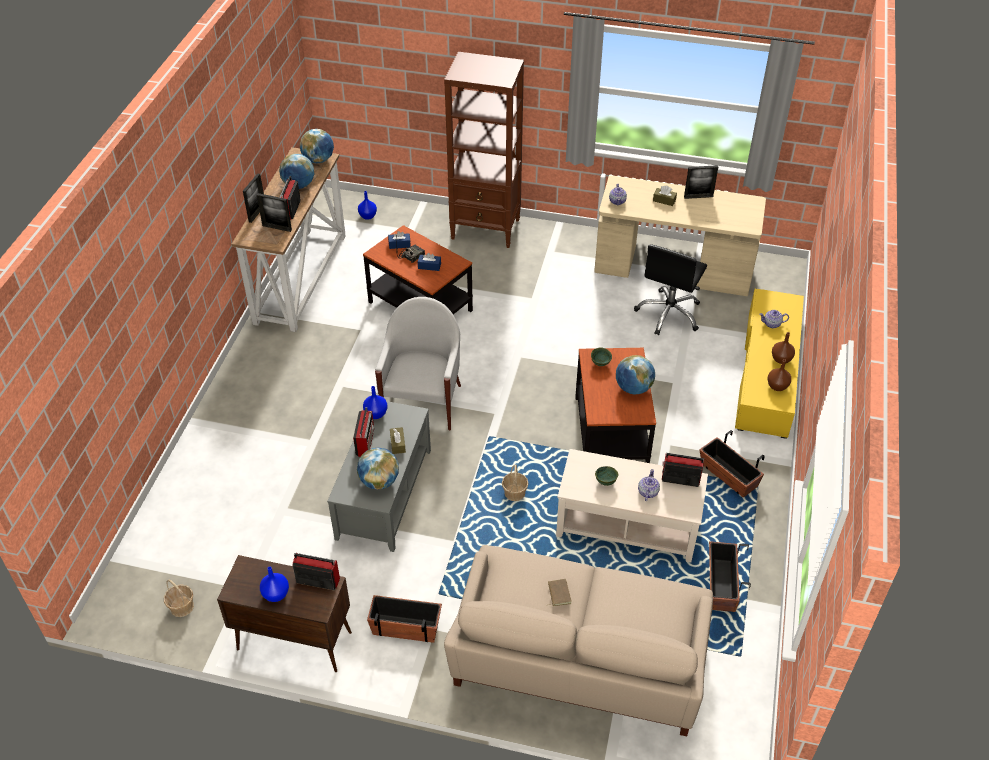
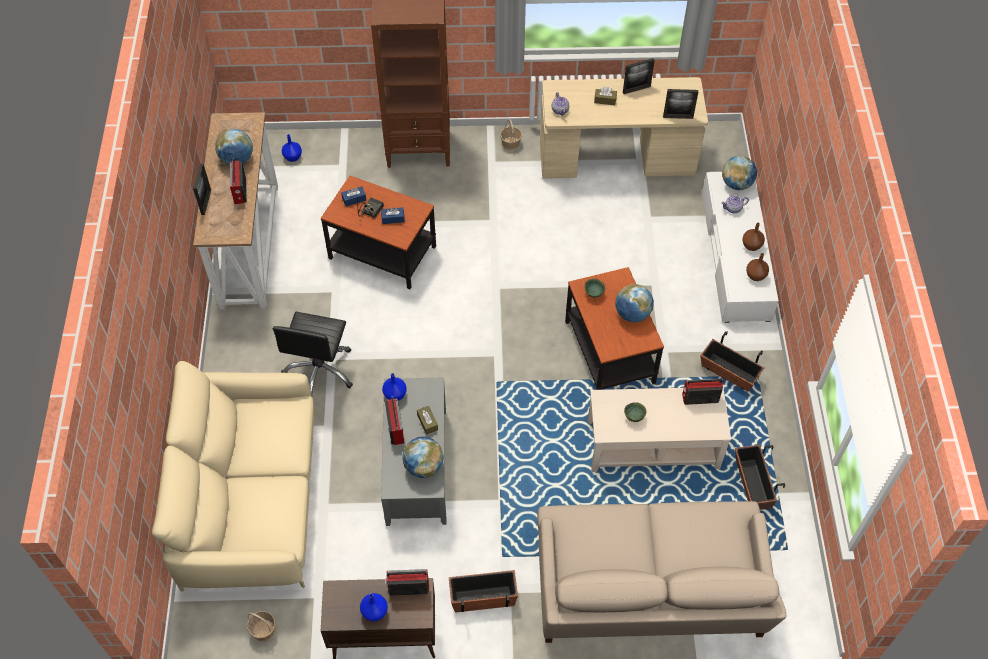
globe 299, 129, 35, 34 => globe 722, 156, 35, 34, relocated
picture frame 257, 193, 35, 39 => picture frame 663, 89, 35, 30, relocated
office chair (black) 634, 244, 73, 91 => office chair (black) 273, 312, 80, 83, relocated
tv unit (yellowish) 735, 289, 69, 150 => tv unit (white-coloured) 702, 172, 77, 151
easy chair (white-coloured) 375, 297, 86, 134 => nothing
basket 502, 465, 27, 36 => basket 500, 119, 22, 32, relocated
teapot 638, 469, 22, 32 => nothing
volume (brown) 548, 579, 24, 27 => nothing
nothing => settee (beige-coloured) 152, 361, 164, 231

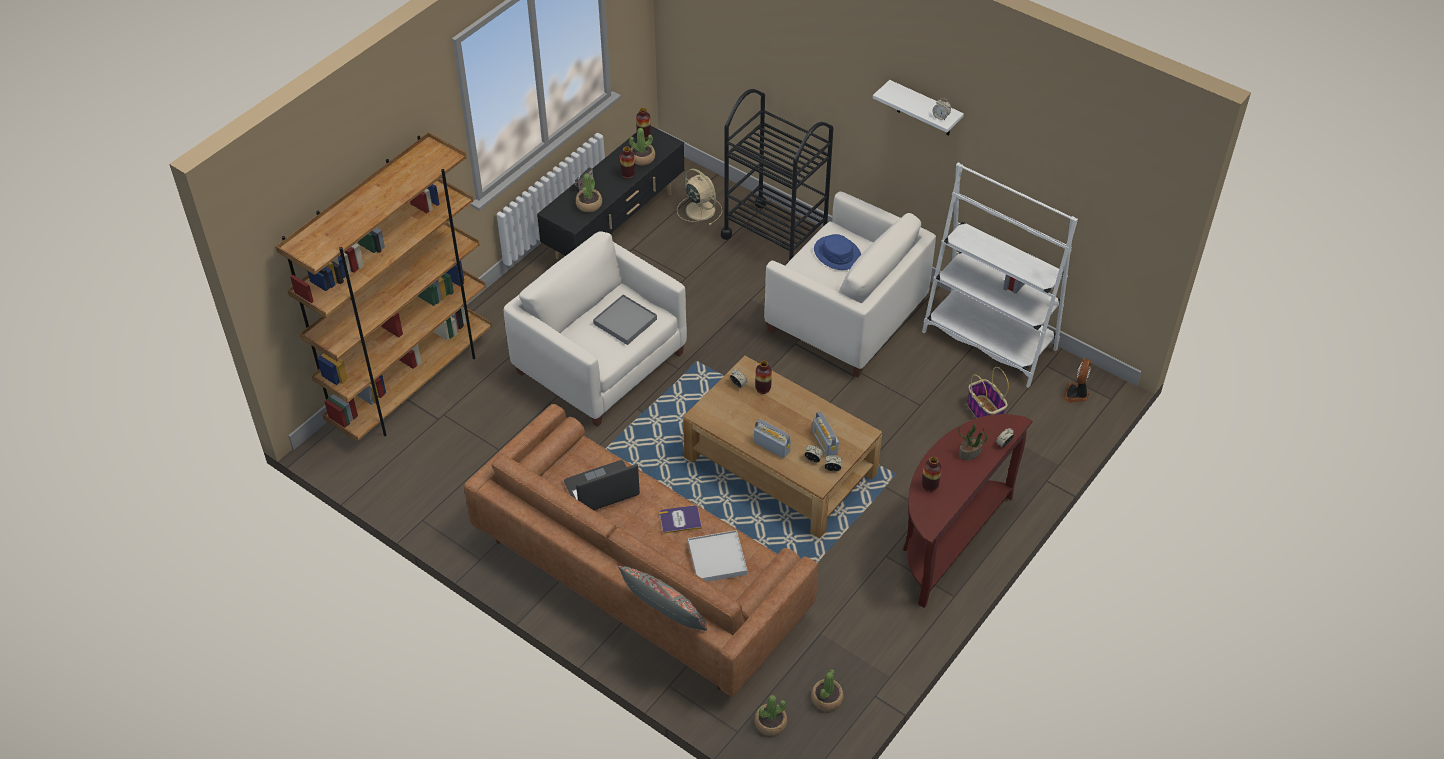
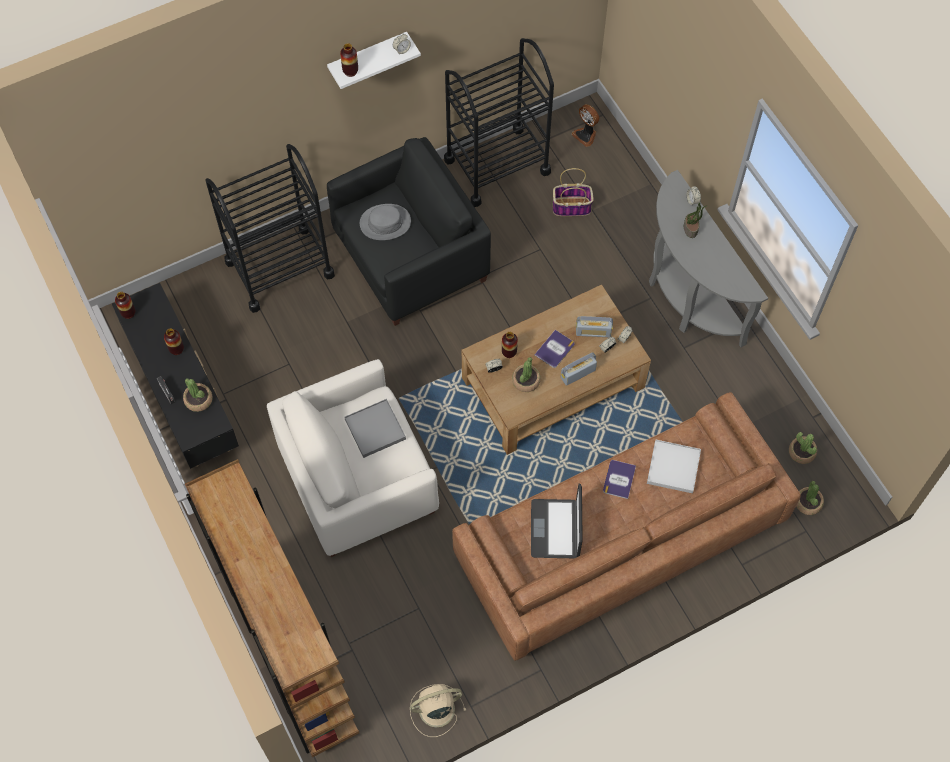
houseplant 629, 128, 26, 37 => houseplant 512, 357, 29, 35, relocated
bookcase (white-coloured) 922, 162, 156, 226 => wheeled cart (black) 444, 38, 110, 169
cooling fan (beige-coloured) 677, 169, 45, 56 => cooling fan (beige-coloured) 410, 684, 56, 53, relocated
easy chair (white-coloured) 764, 191, 172, 187 => easy chair (black) 327, 137, 164, 189
clothing hat (blue-coloured) 814, 234, 47, 36 => clothing hat (greyish) 360, 204, 51, 36
console table (brown) 903, 414, 130, 194 => console table (greyish) 649, 170, 119, 177
decorative vase 922, 457, 20, 35 => decorative vase 340, 43, 18, 34, relocated
cushion (greyish) 618, 566, 89, 65 => nothing
nothing => volume 535, 330, 40, 38

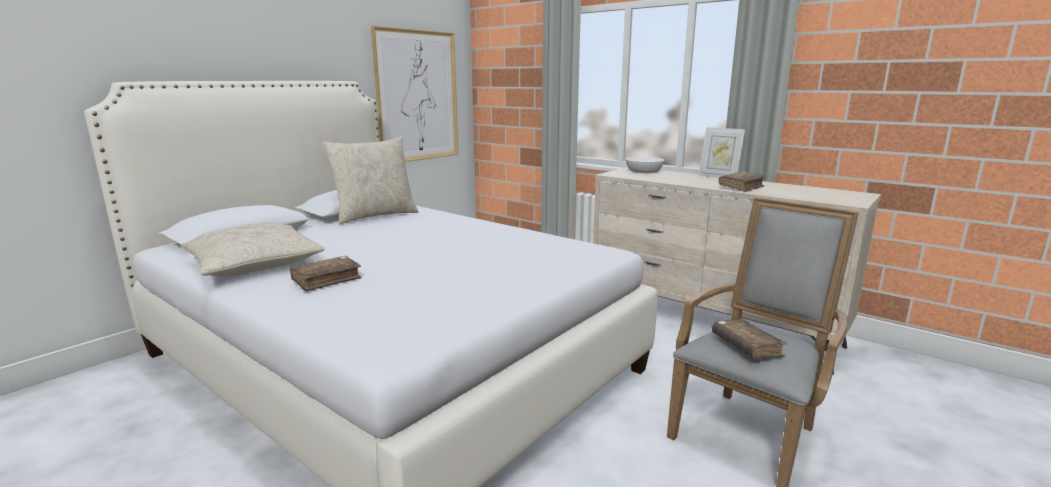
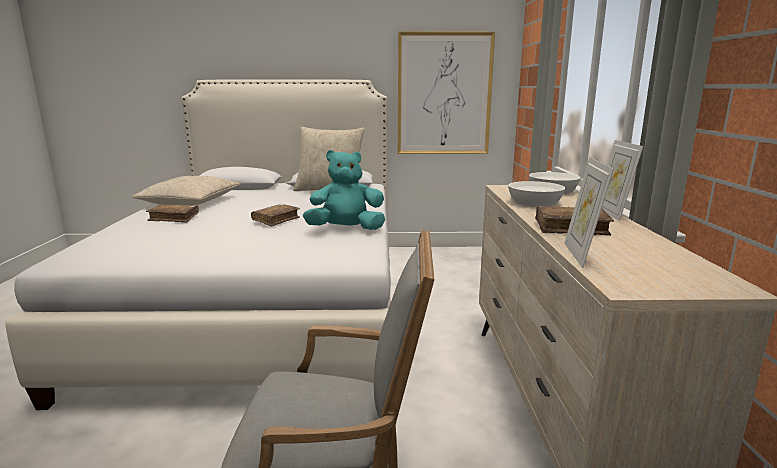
volume (brown) 712, 319, 75, 40 => volume (brown) 251, 204, 49, 22, relocated
nothing => plush toy (blue-green) 303, 150, 82, 80
nothing => picture frame 564, 157, 50, 111
nothing => deep dish (white-coloured) 508, 181, 57, 26

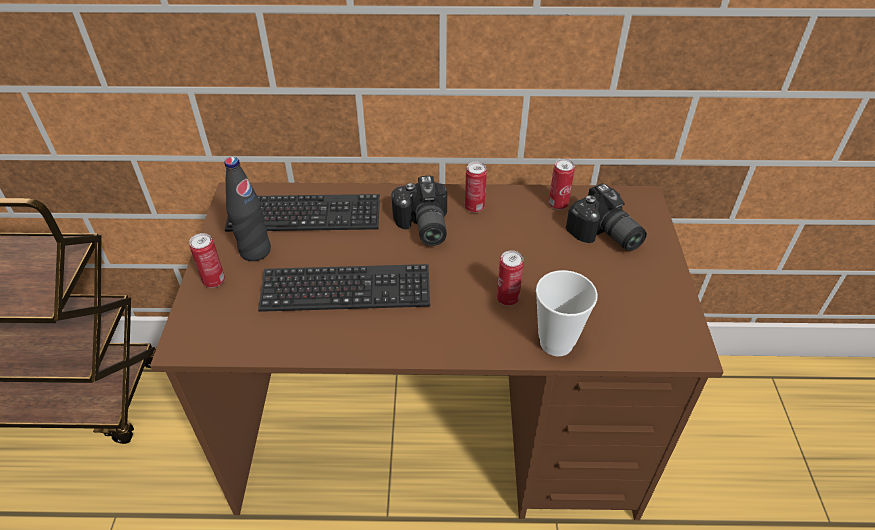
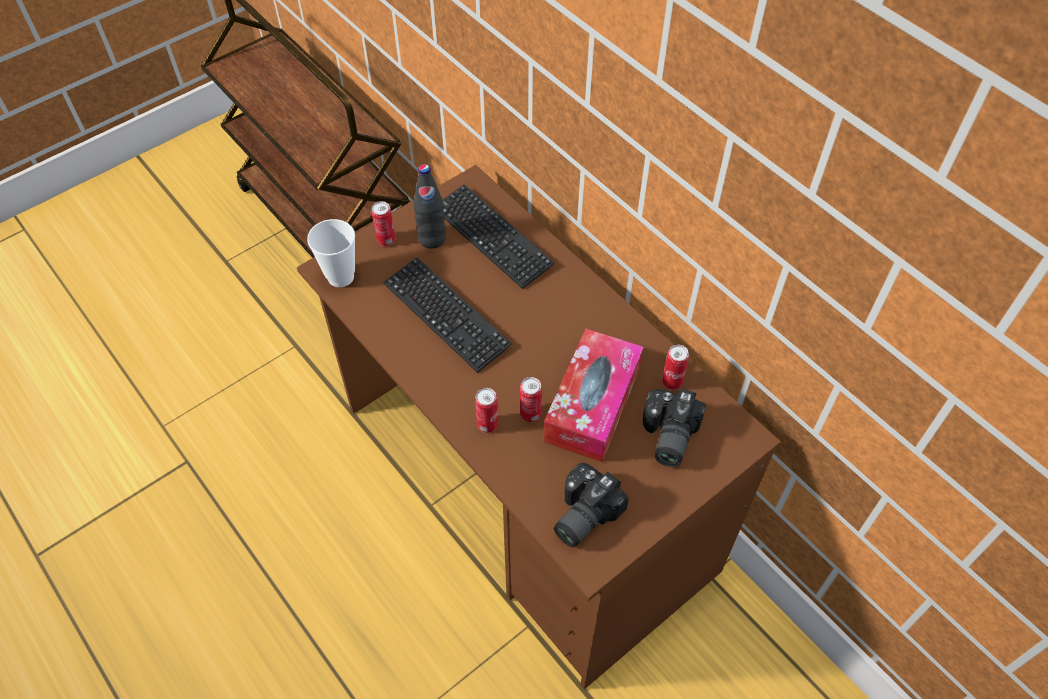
can 465, 162, 22, 51 => can 475, 388, 23, 45, relocated
still camera 391, 176, 56, 70 => still camera 554, 463, 75, 84, relocated
cup 536, 270, 62, 86 => cup 307, 219, 48, 68, relocated
nothing => box of tissues 543, 329, 100, 133

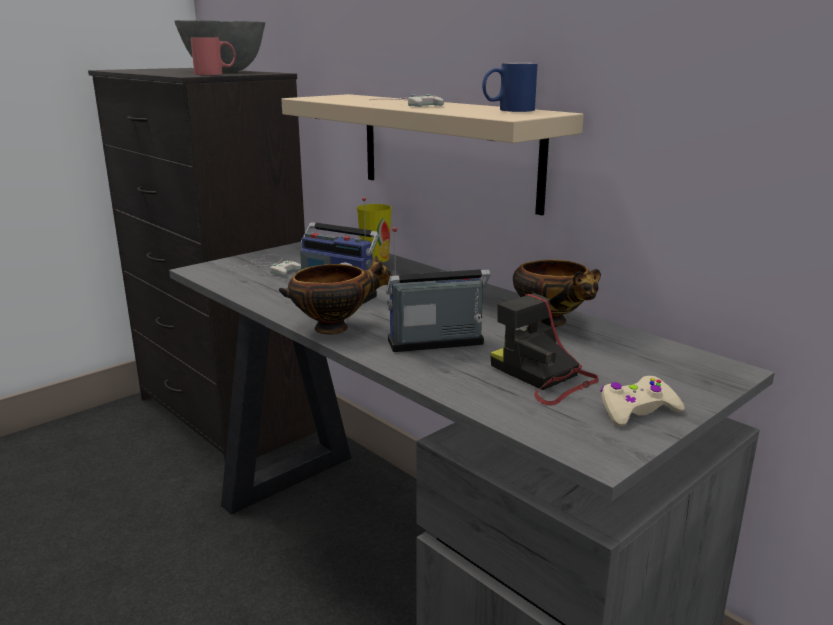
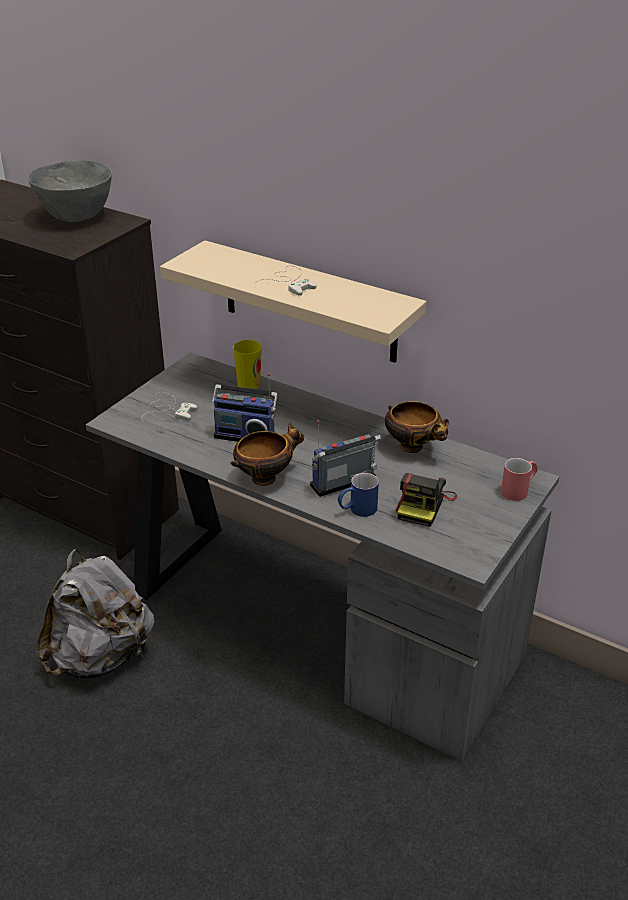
coffee mug (reddish) 191, 37, 45, 38 => coffee mug (reddish) 501, 458, 37, 43, relocated
coffee mug (blue-coloured) 482, 63, 55, 49 => coffee mug (blue-coloured) 338, 473, 41, 44, relocated
still camera 490, 293, 108, 113 => still camera 396, 473, 61, 54, 105 degrees counterclockwise
game controller (beige-coloured) 601, 376, 84, 51 => nothing
nothing => backpack (greyish) 36, 549, 119, 129

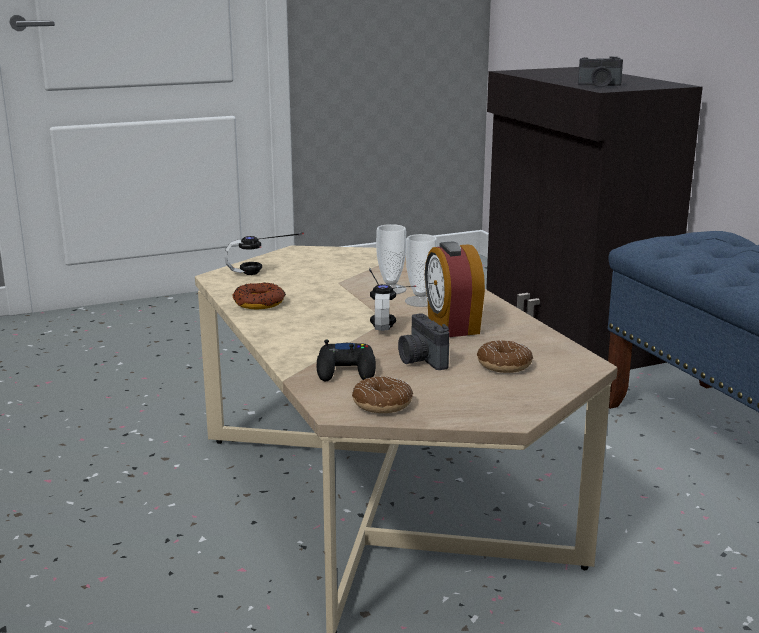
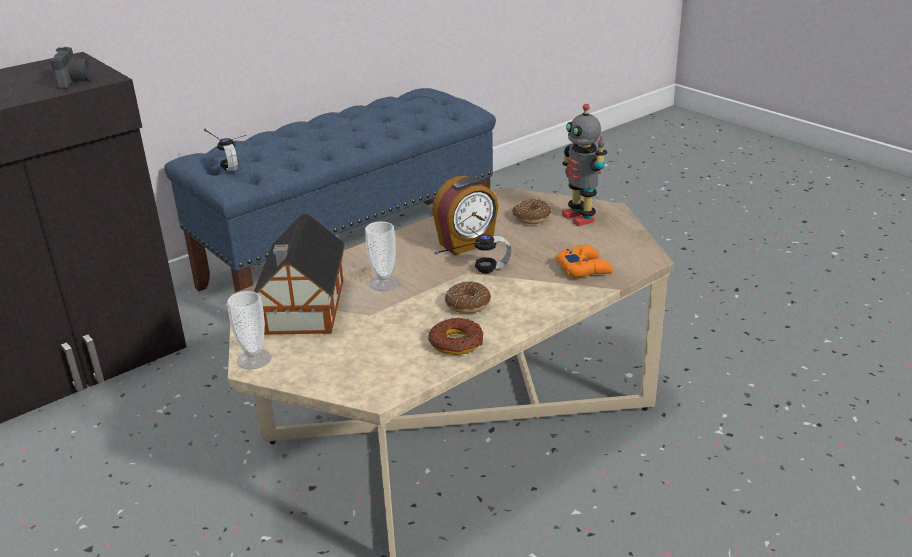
headphones 224, 232, 80, 43 => headphones 204, 129, 43, 42, relocated
cup 405, 234, 32, 73 => cup 227, 291, 44, 79, relocated
still camera 398, 313, 51, 57 => nothing
game controller (black) 317, 339, 59, 42 => game controller (orange) 556, 245, 57, 32
doughnut 352, 376, 61, 37 => doughnut 445, 281, 46, 33, relocated
nothing => robot figure 562, 104, 45, 122
nothing => model house 254, 214, 91, 121

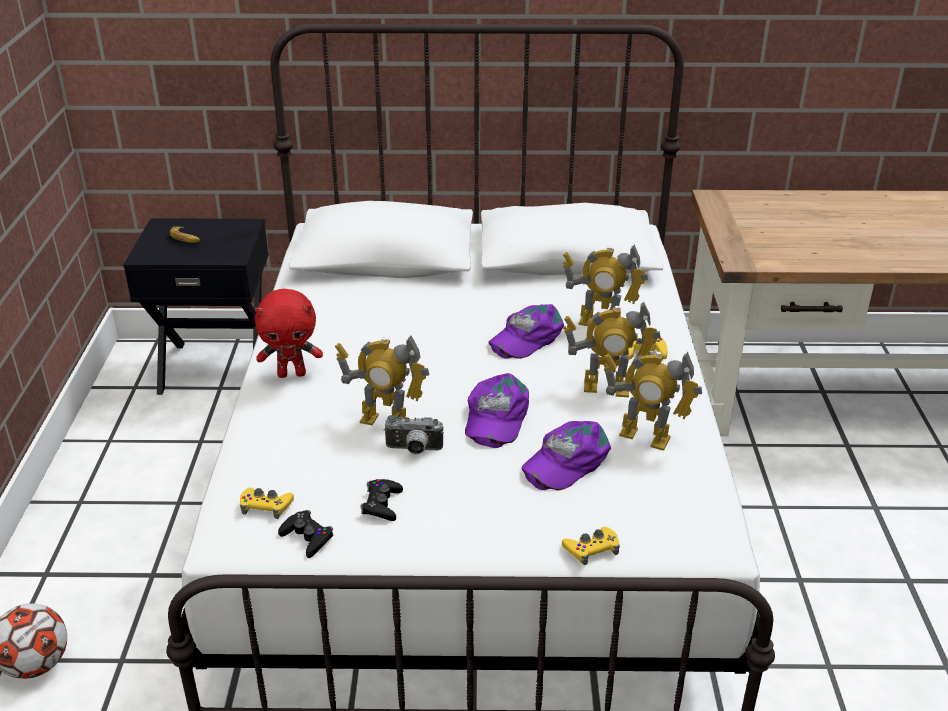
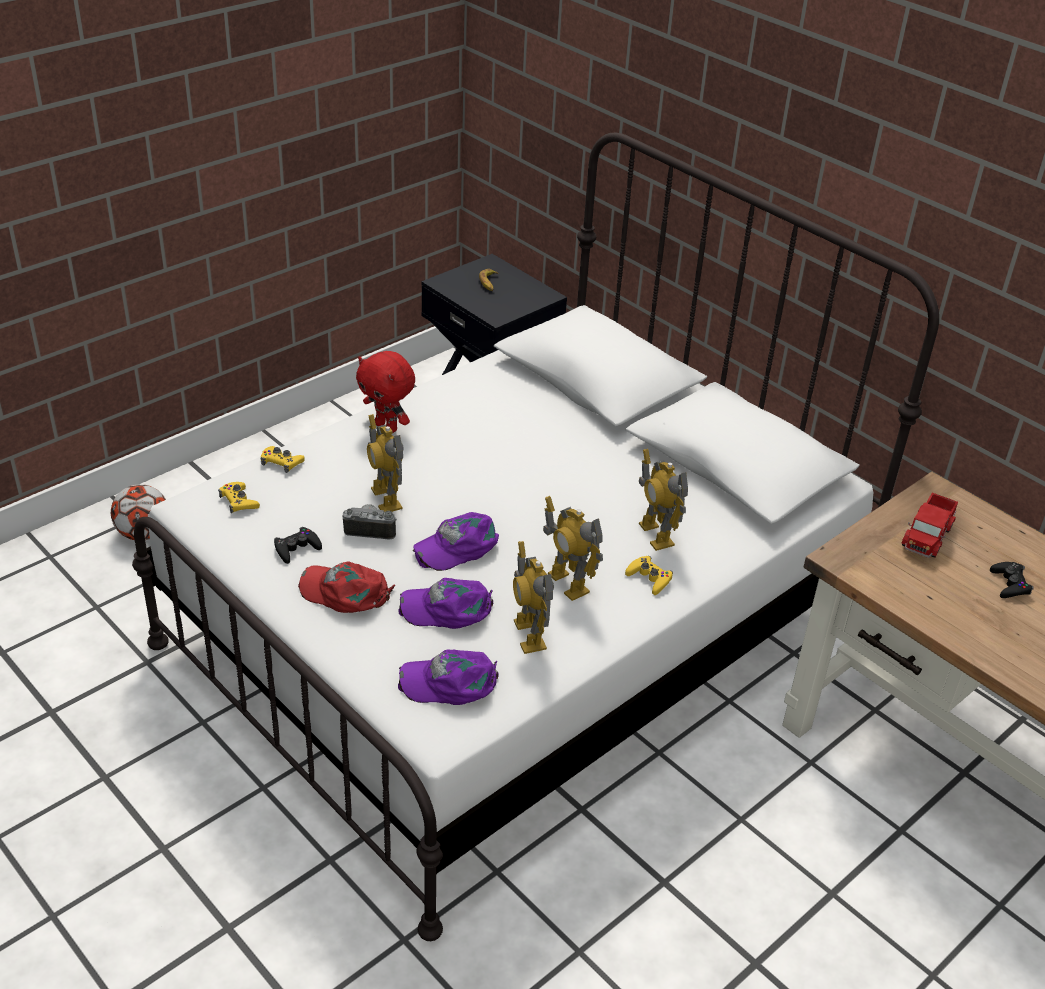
peaked cap (purple-coloured) 489, 304, 75, 55 => peaked cap (purple-coloured) 398, 649, 101, 56, relocated
still camera 384, 415, 60, 39 => still camera 342, 504, 55, 36, 135 degrees clockwise
game controller (black) 278, 510, 55, 48 => game controller (black) 990, 562, 44, 36, relocated
game controller (yellowish) 562, 527, 58, 38 => game controller (yellowish) 261, 446, 44, 27, relocated
nothing => toy truck 901, 493, 57, 65
nothing => peaked cap (reddish) 298, 561, 97, 52

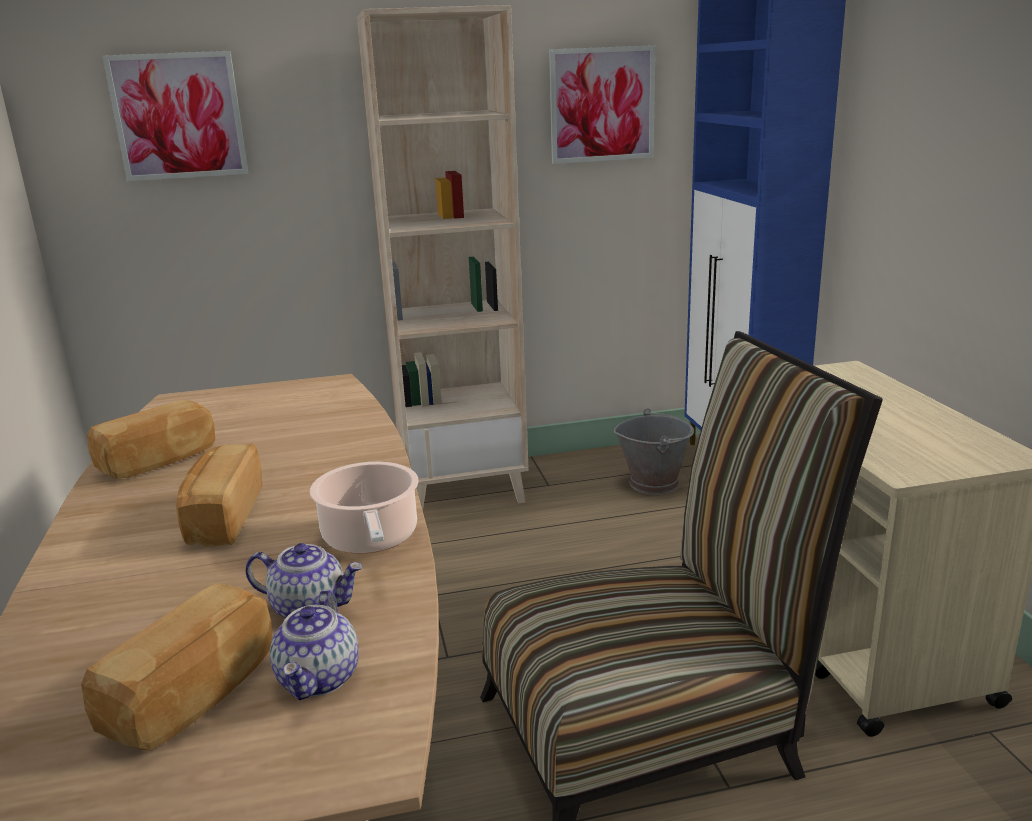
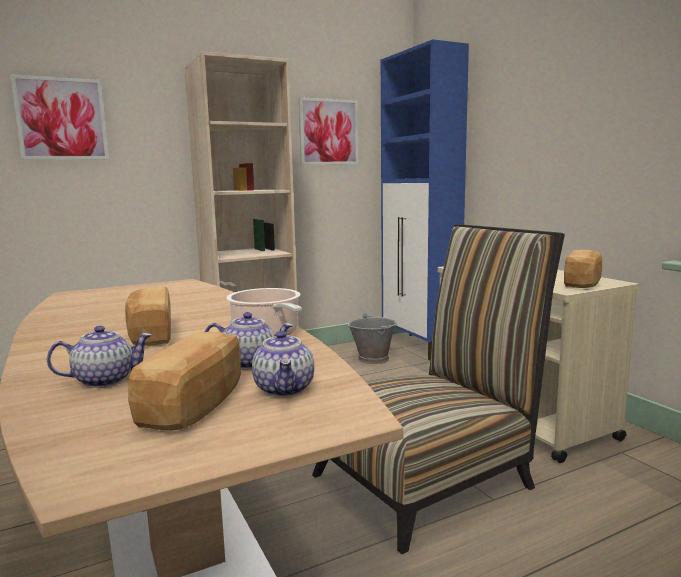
bread 87, 400, 128, 79 => bread 564, 250, 38, 38, relocated
nothing => teapot 47, 326, 105, 62

